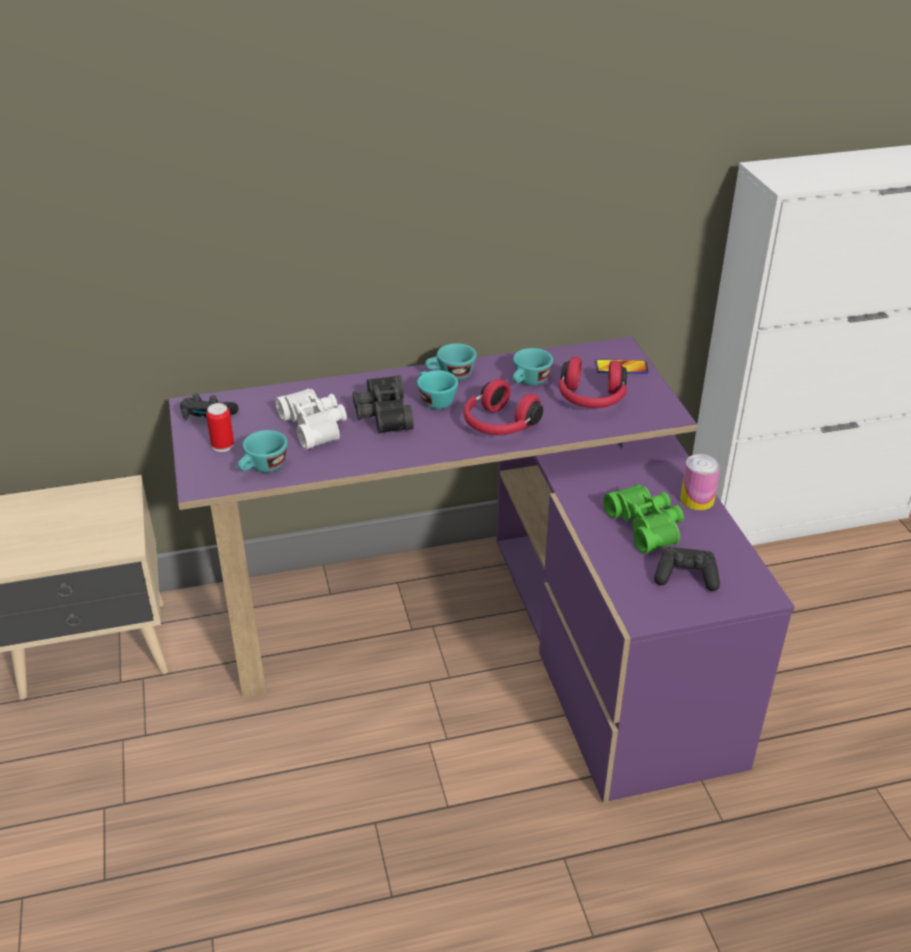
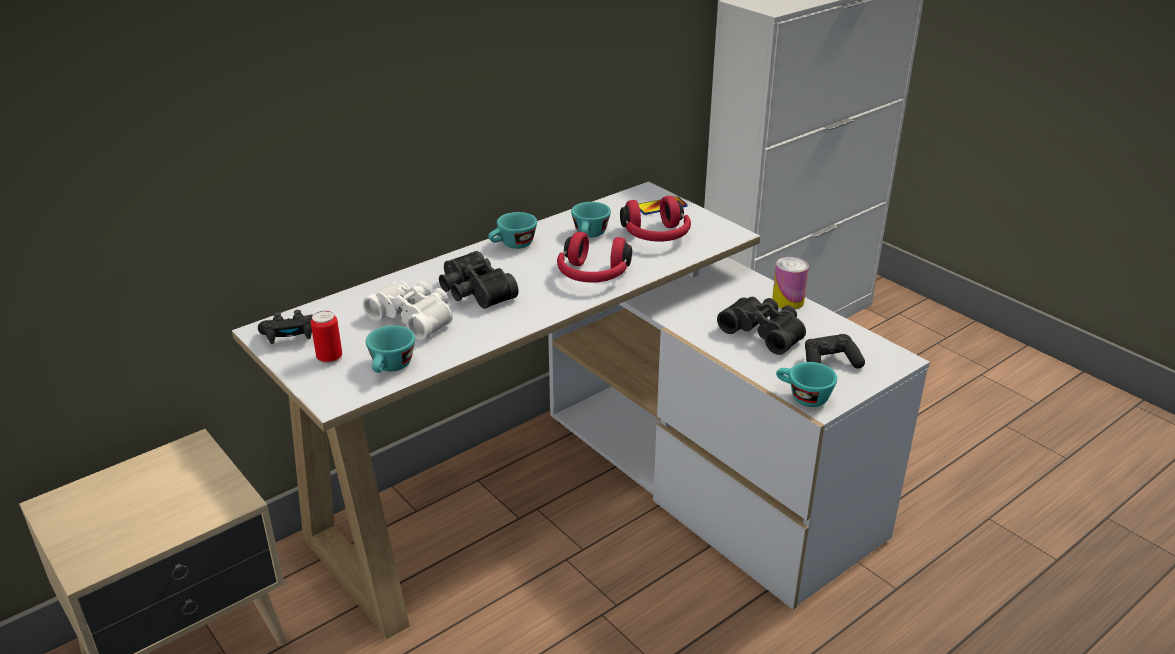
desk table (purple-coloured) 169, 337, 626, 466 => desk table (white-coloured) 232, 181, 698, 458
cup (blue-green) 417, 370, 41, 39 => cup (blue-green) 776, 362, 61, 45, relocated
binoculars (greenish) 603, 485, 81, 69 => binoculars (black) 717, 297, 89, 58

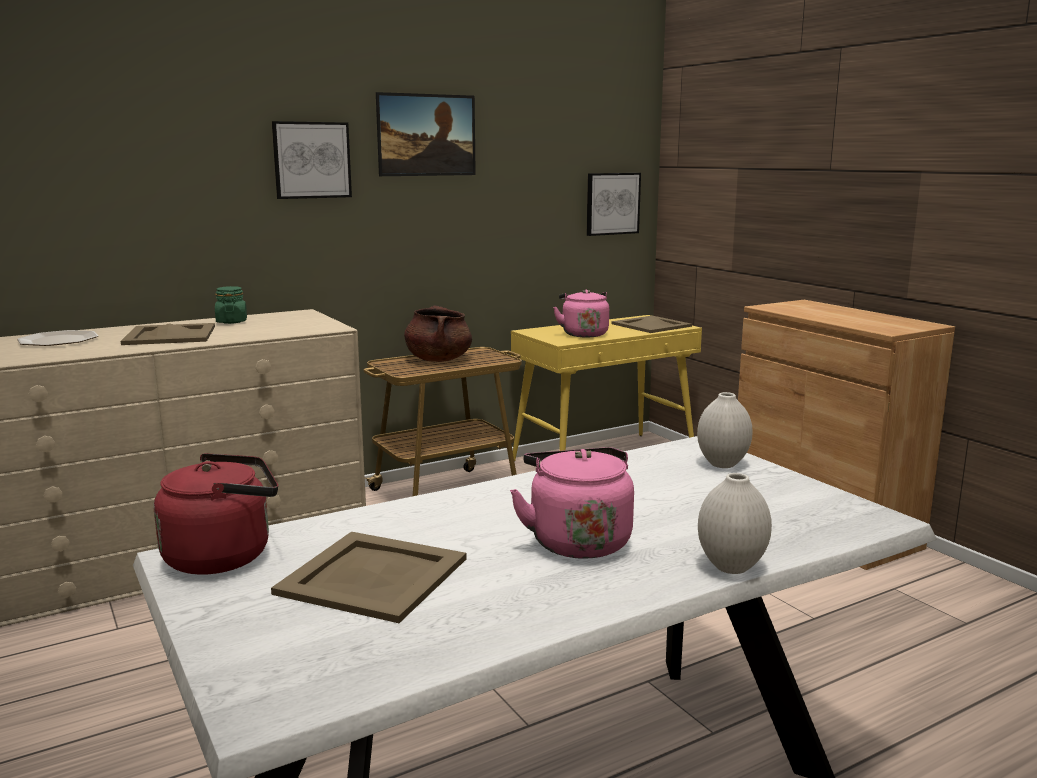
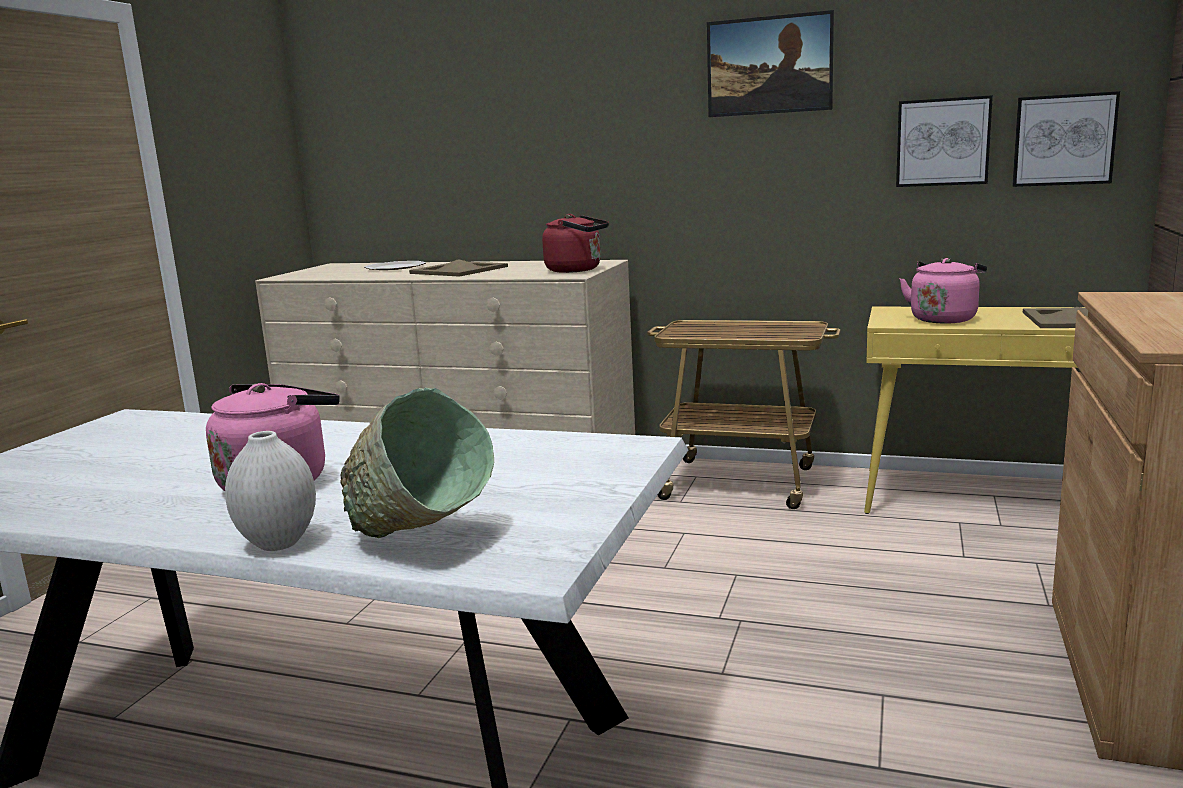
wall picture 272, 121, 80, 78 => wall picture 896, 95, 97, 92, relocated
storage jar (greenish) 215, 286, 32, 38 => nothing
saucepot (brown) 404, 305, 68, 57 => nothing
decorative vase (white-coloured) 697, 392, 56, 76 => nothing
tea kettle (reddish) 154, 453, 124, 122 => tea kettle (reddish) 542, 214, 67, 59, relocated
serving tray (beige-coloured) 271, 532, 195, 91 => nothing
nothing => deep dish (greenish) 340, 388, 154, 150

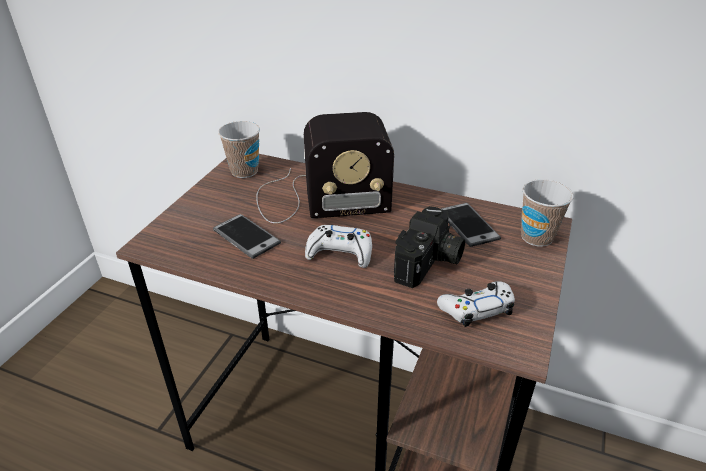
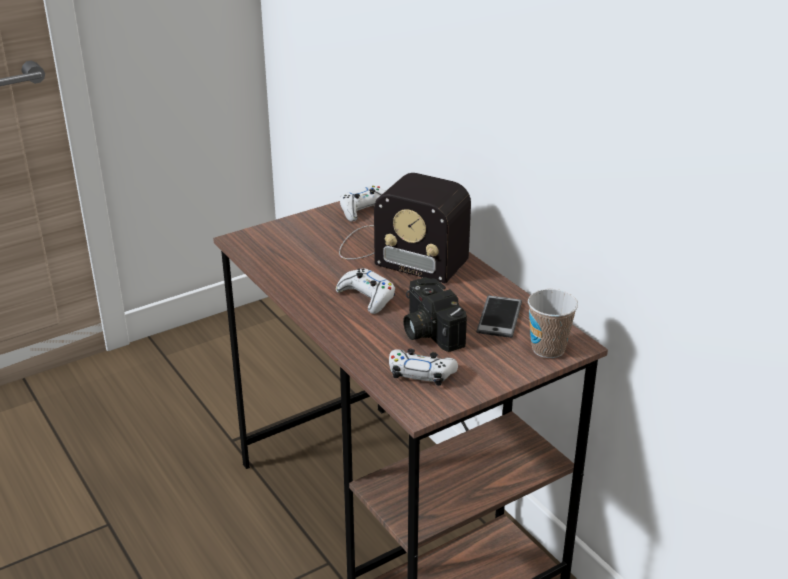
cup 218, 121, 42, 57 => game controller (white-coloured) 340, 186, 46, 36
still camera 394, 206, 71, 82 => still camera 403, 277, 64, 75, 90 degrees clockwise
handset 213, 214, 68, 45 => nothing

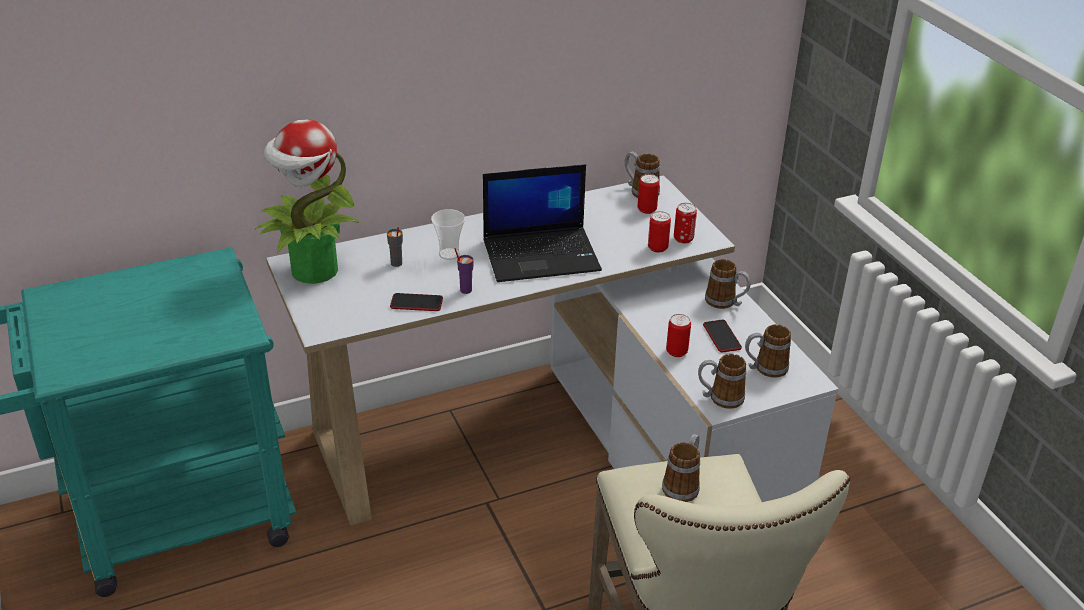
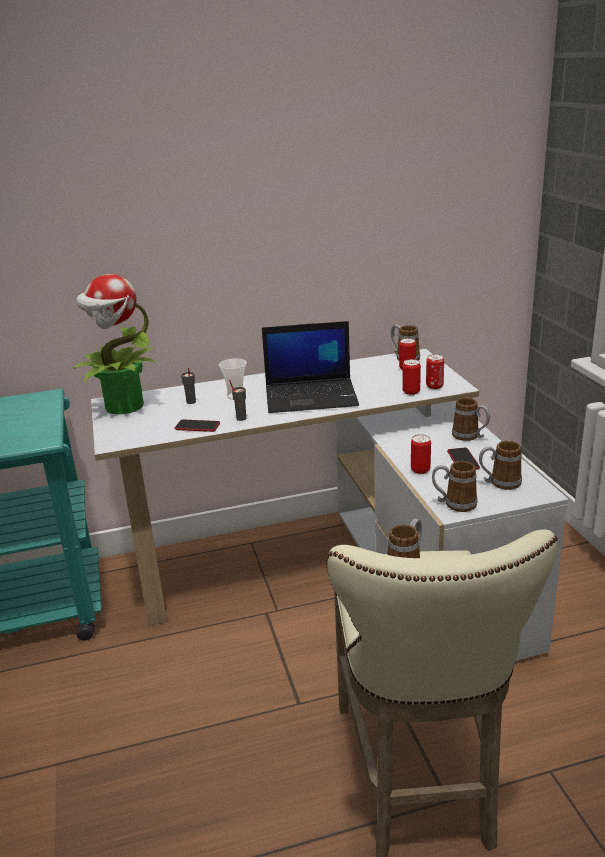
cup (purple-coloured) 454, 248, 20, 46 => cup (greyish) 229, 380, 17, 41

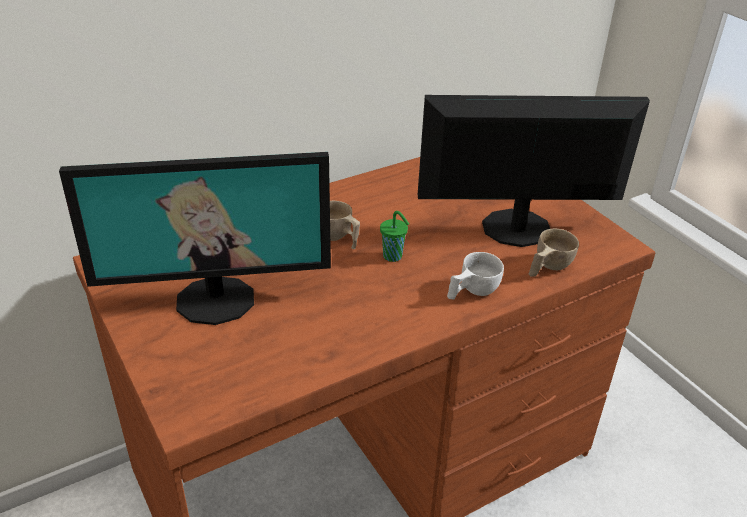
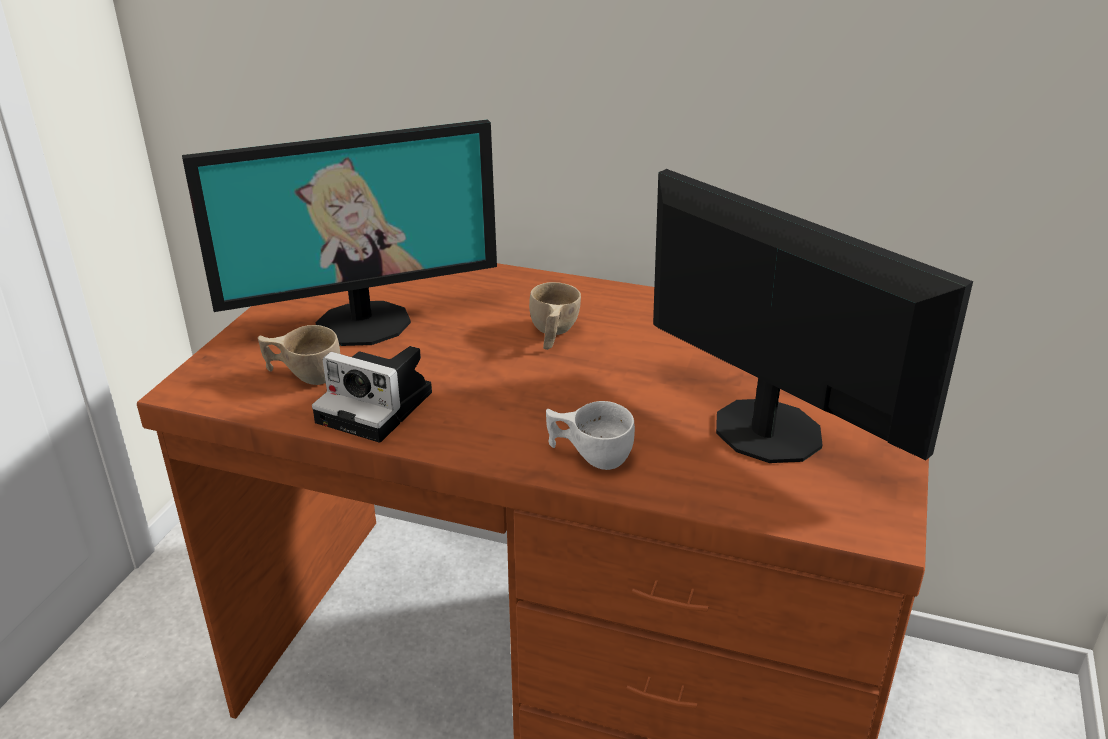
monitor 59, 152, 272, 173 => monitor 182, 119, 315, 227, 60 degrees counterclockwise
cup (greenish) 380, 211, 29, 51 => nothing
cup (beige-coloured) 529, 229, 50, 48 => cup (beige-coloured) 258, 325, 82, 60, relocated
nothing => still camera 312, 346, 120, 97

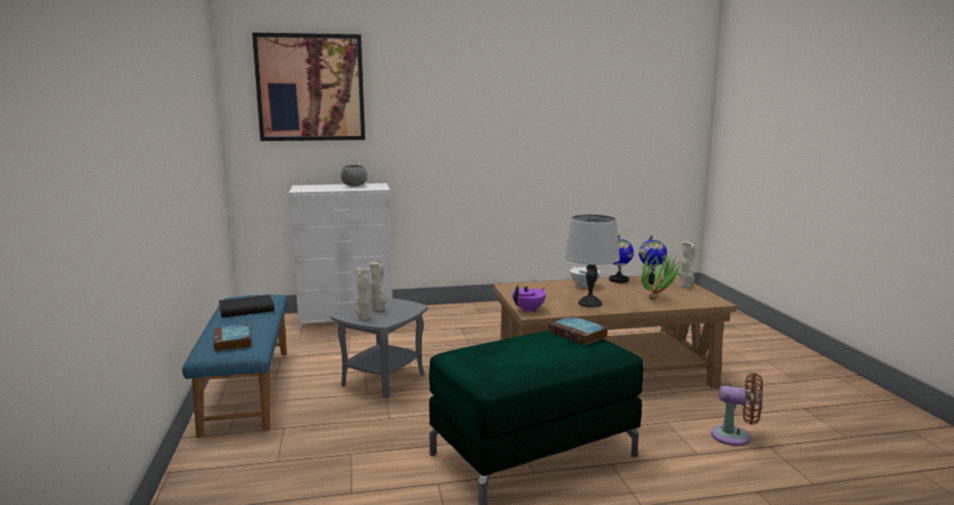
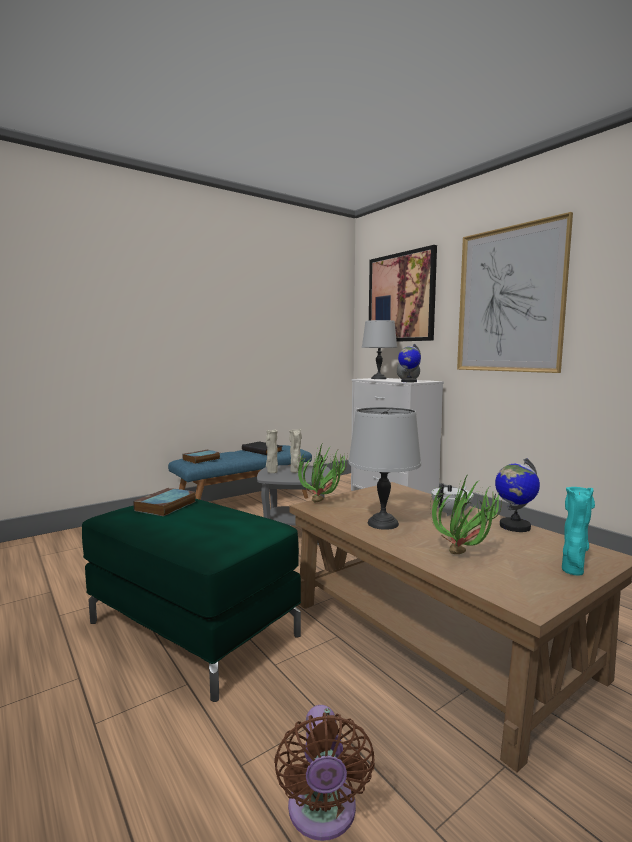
globe 639, 235, 28, 49 => globe 398, 344, 23, 38, relocated
decorative vase (beige-coloured) 679, 240, 16, 48 => decorative vase (blue-green) 562, 487, 33, 88
teapot (purple-coloured) 512, 285, 34, 27 => houseplant 297, 444, 51, 58
volume 549, 316, 59, 29 => volume 133, 488, 63, 28, relocated
nothing => wall picture 457, 212, 116, 161
nothing => lamp for a table (greyish) 362, 320, 35, 59

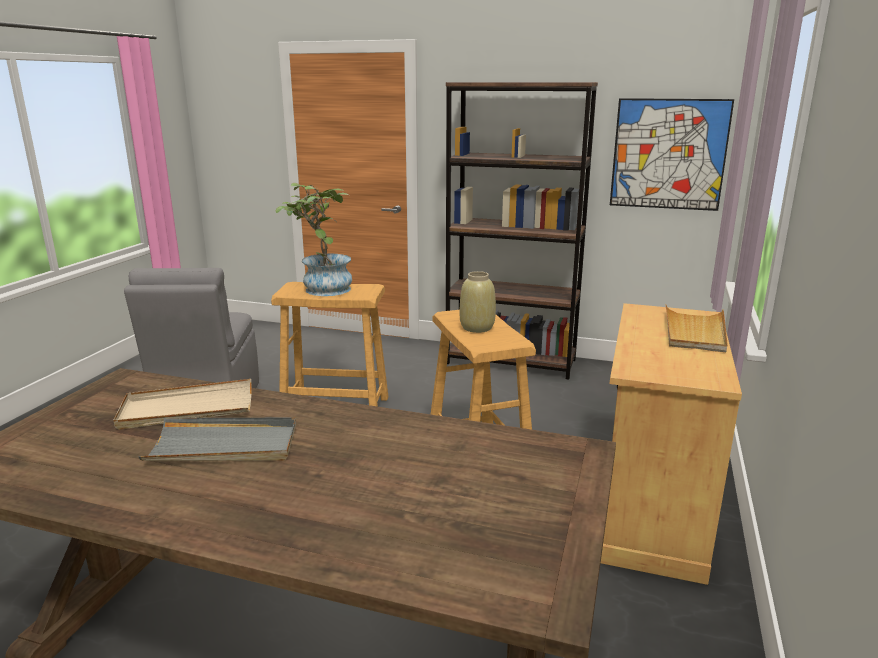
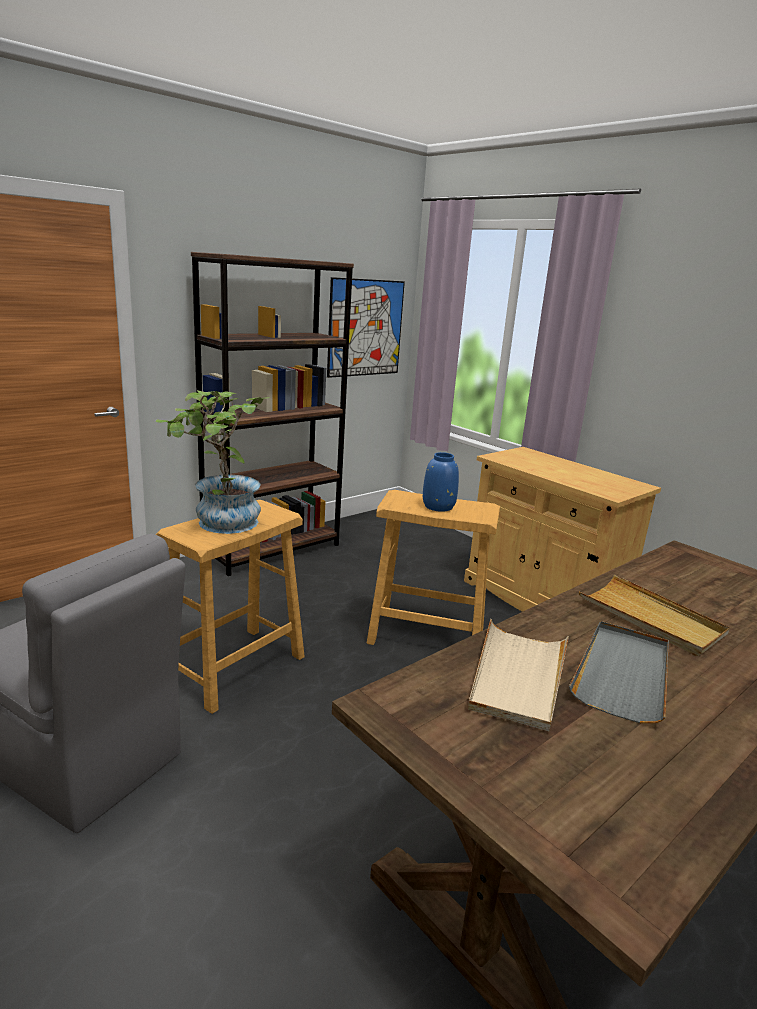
decorative vase (beige-coloured) 460, 271, 36, 62 => decorative vase (blue-coloured) 423, 452, 36, 60
serving tray (beige-coloured) 665, 304, 62, 48 => serving tray (beige-coloured) 579, 575, 151, 81, relocated

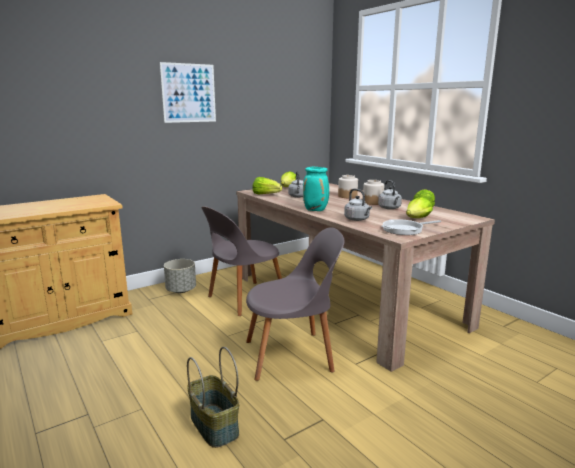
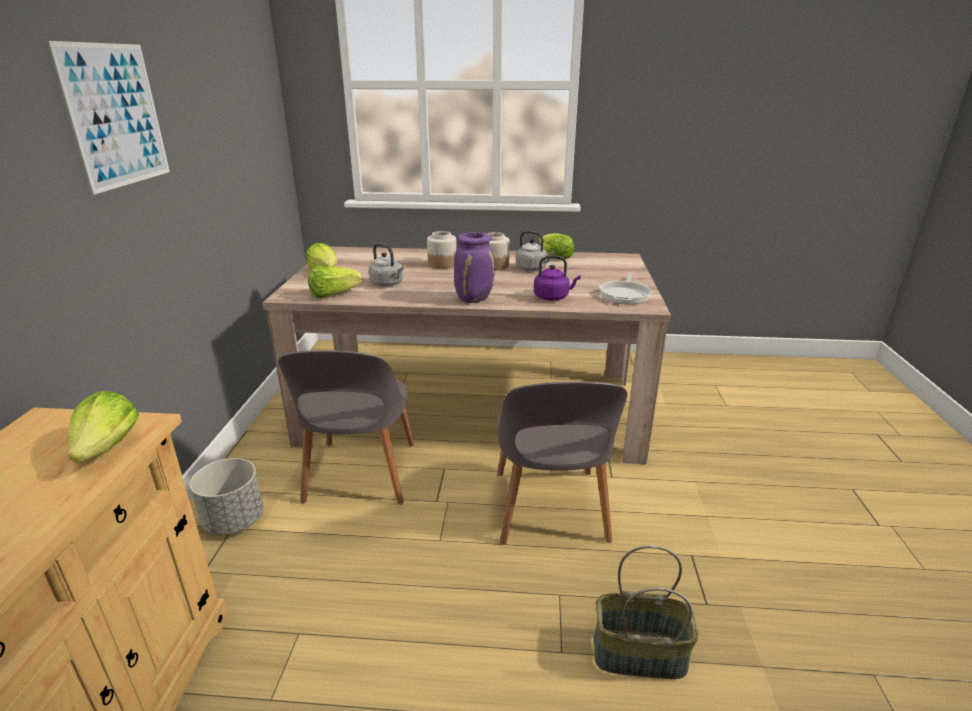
decorative vase (blue-green) 303, 167, 26, 44 => decorative vase (purple-coloured) 454, 232, 40, 71
tea kettle (greyish) 344, 188, 28, 33 => tea kettle (purple-coloured) 534, 255, 47, 46
head of lettuce 406, 197, 27, 21 => head of lettuce 69, 391, 70, 72, relocated
chair (greyish) 246, 227, 98, 154 => chair (greyish) 497, 382, 130, 163, 150 degrees clockwise

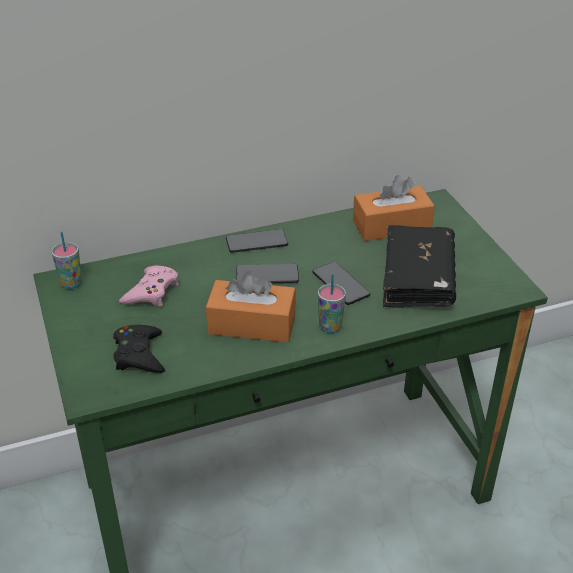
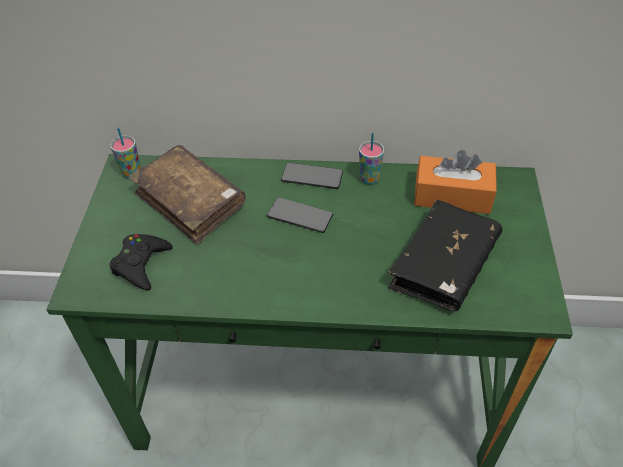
handset 313, 262, 57, 43 => nothing
game controller (pinkish) 119, 266, 60, 40 => volume (brown) 129, 145, 117, 100
box of tissues (orange) 206, 271, 90, 71 => nothing
cup 318, 274, 28, 59 => cup 359, 133, 25, 51, relocated

